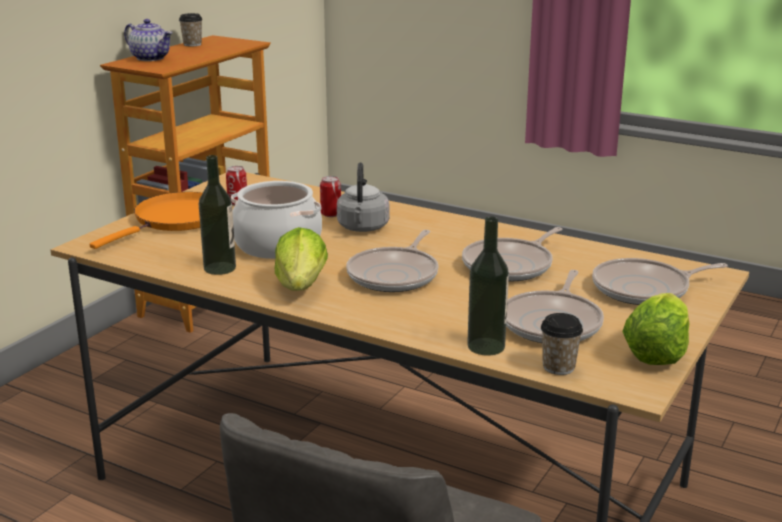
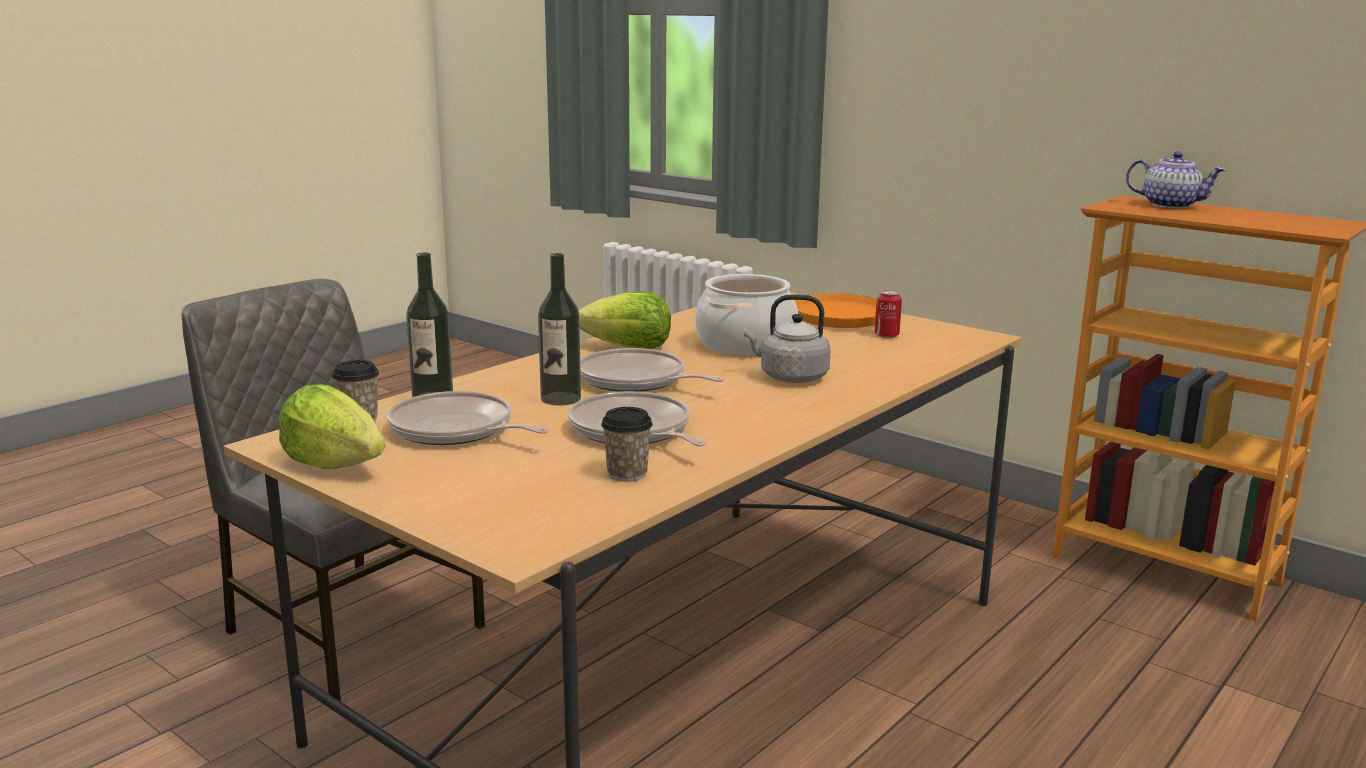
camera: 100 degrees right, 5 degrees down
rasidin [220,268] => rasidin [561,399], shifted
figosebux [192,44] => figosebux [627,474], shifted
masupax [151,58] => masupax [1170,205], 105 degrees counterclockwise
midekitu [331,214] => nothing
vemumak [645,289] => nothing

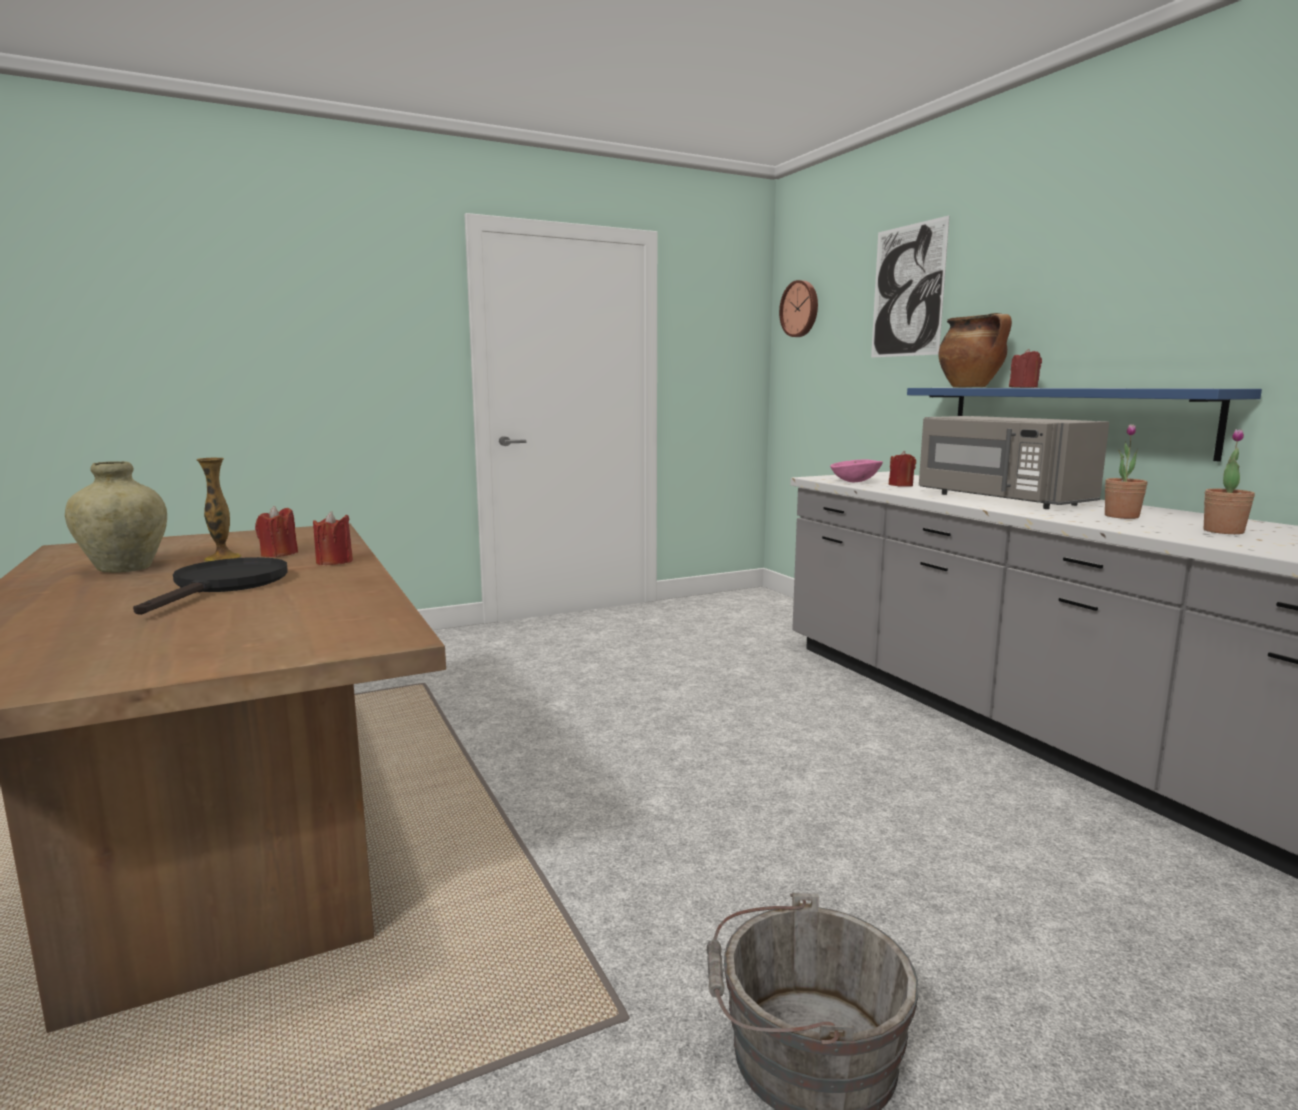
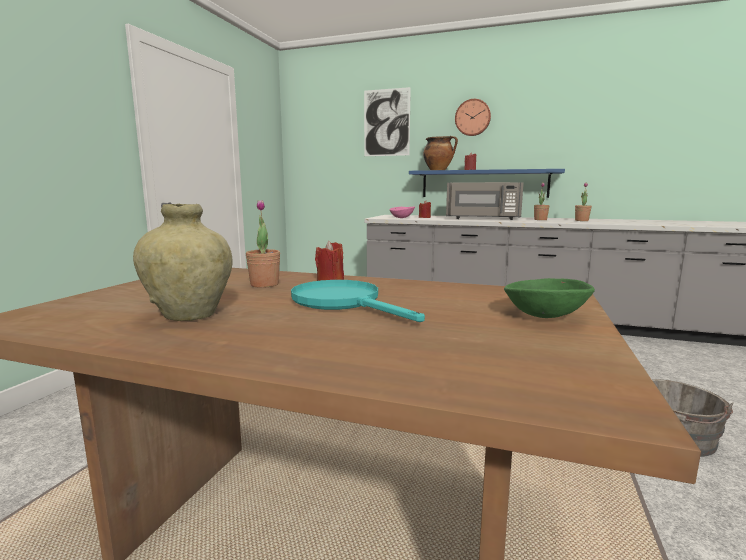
camera: 45 degrees left, 0 degrees up
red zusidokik [279,554] => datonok [264,284]
black vemumak [224,586] => turquoise vemumak [344,303]
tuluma [800,309] => tuluma [472,117], shifted
nothing => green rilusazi [544,317]
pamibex [223,558] => nothing

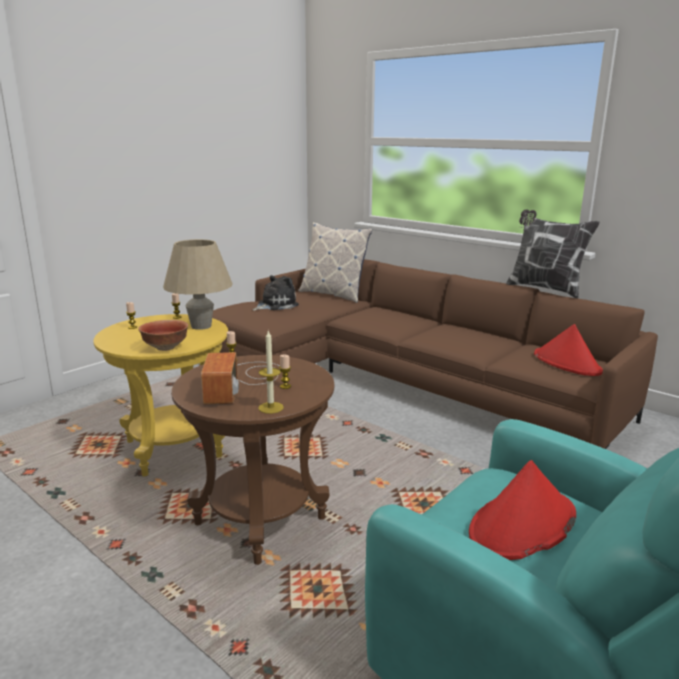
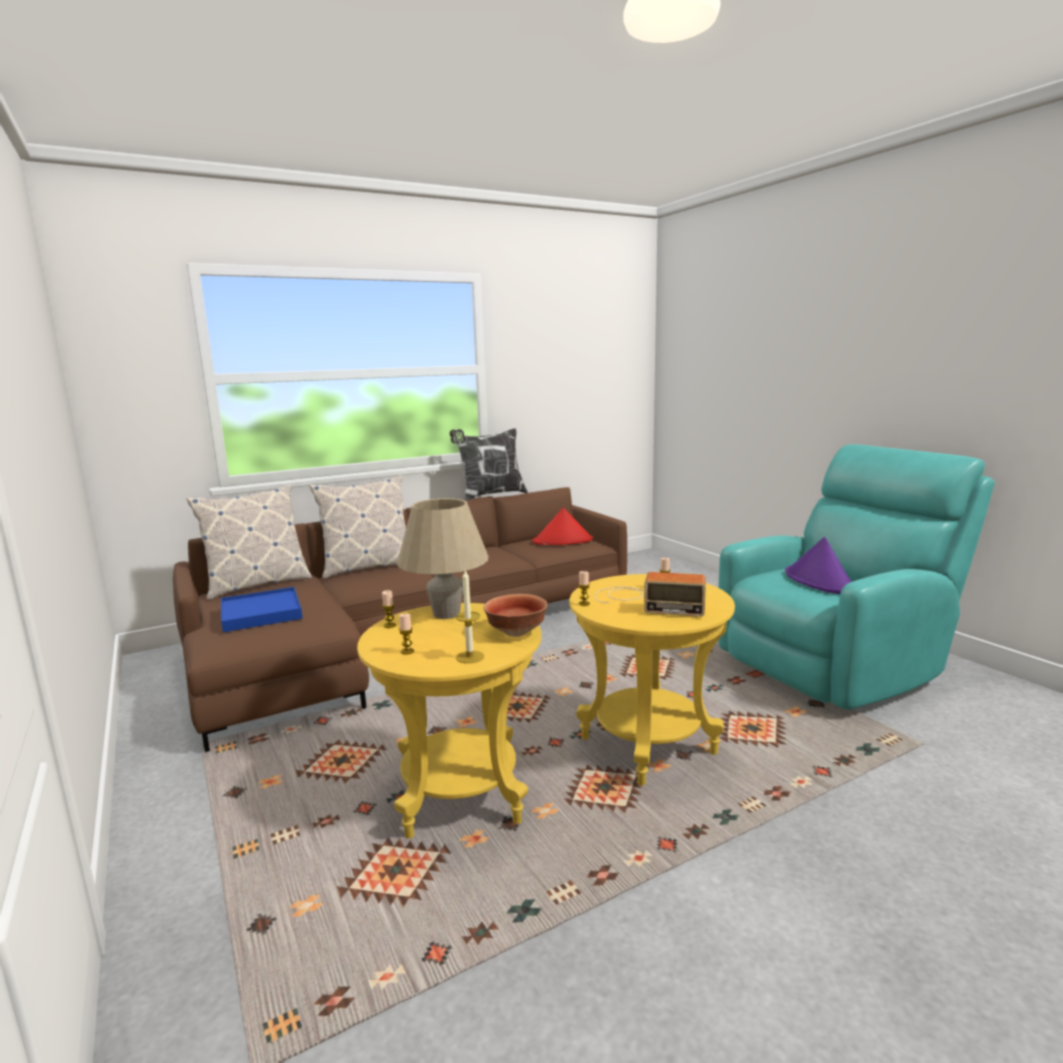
camera: 70 degrees left, 5 degrees down
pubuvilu [275,305] => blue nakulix [261,613]
nothing => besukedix [367,567]
zusidokik [271,407] => zusidokik [470,657], shifted
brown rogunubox [260,521] => yellow rogunubox [648,746]
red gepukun [522,525] => purple gepukun [819,581]

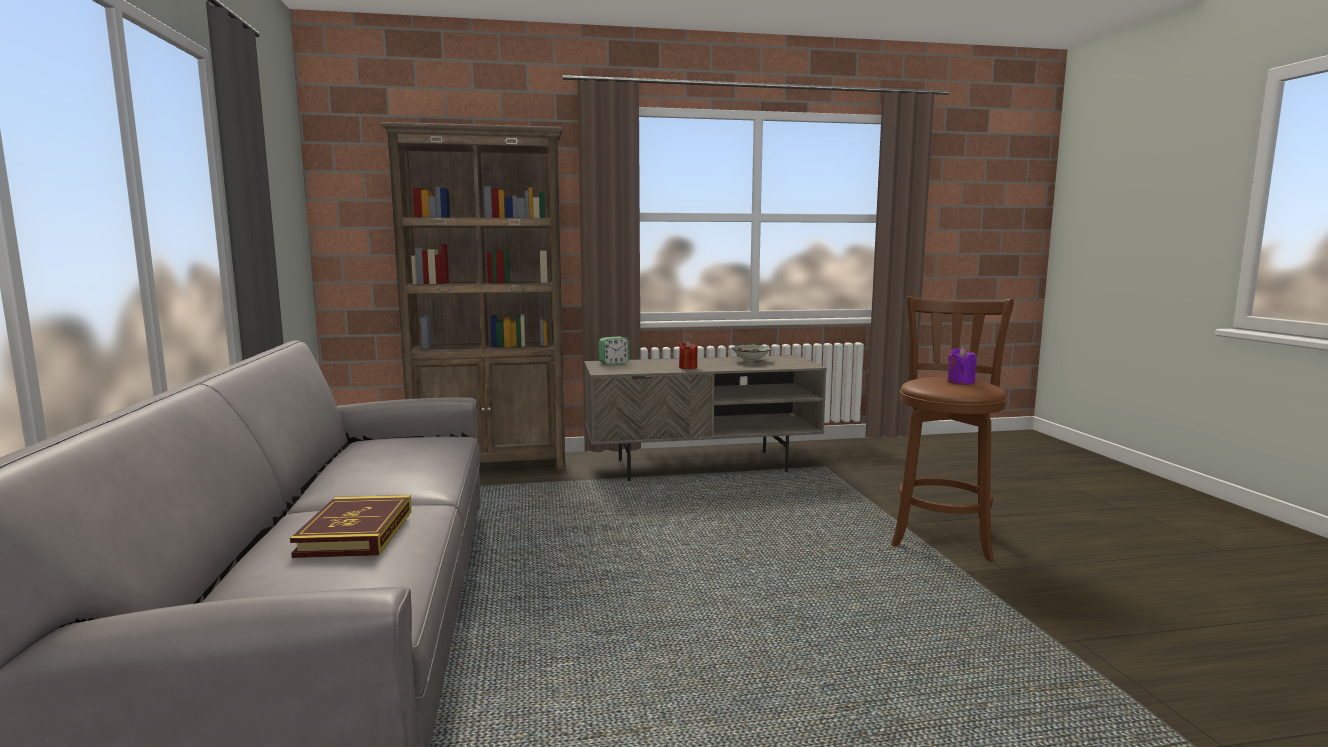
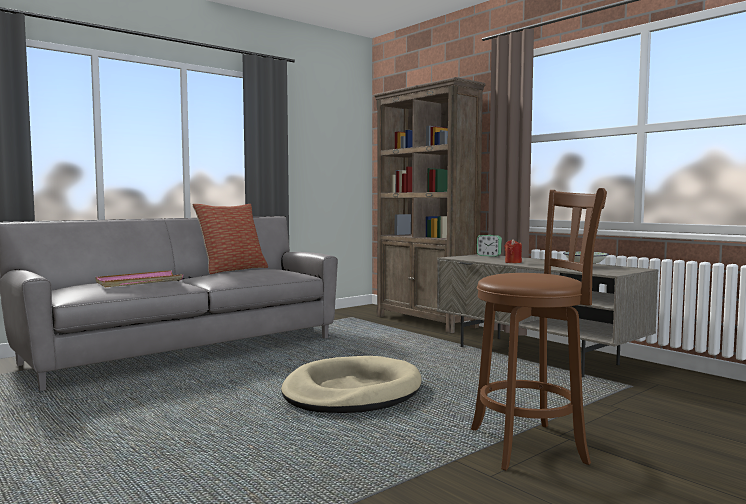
camera: 60 degrees right, 5 degrees down
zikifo [356,533] => pink nakulix [139,282]
nothing => besukedix [232,270]
nothing => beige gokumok [352,392]
purple zusidokik [960,382] => nothing

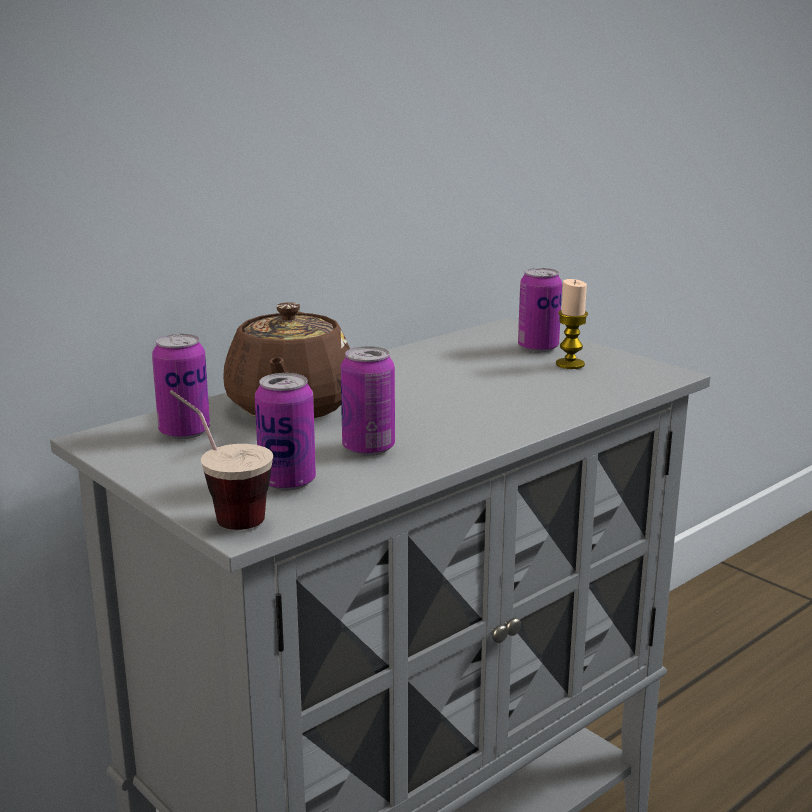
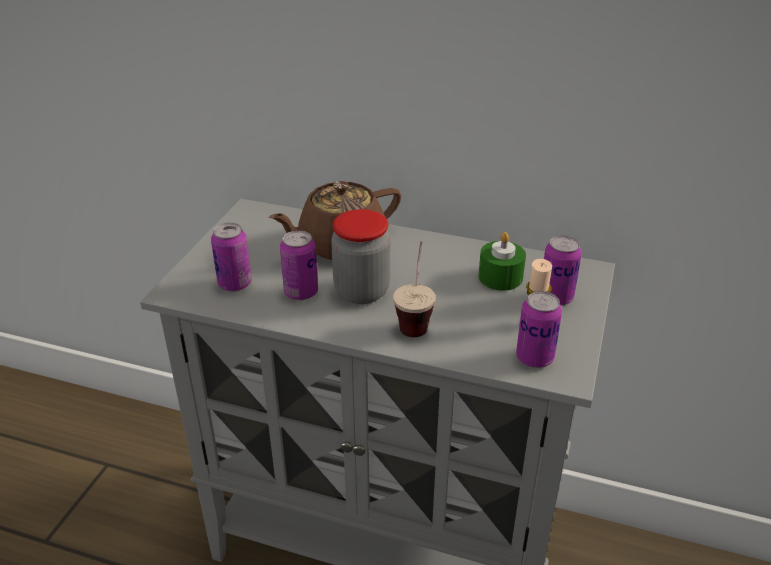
camera: 60 degrees right, 15 degrees up
nothing => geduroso [362,291]
figosebux [221,513] => figosebux [415,318], shifted
nothing => green zusidokik [500,277]
midekitu [184,432] => midekitu [534,358], shifted

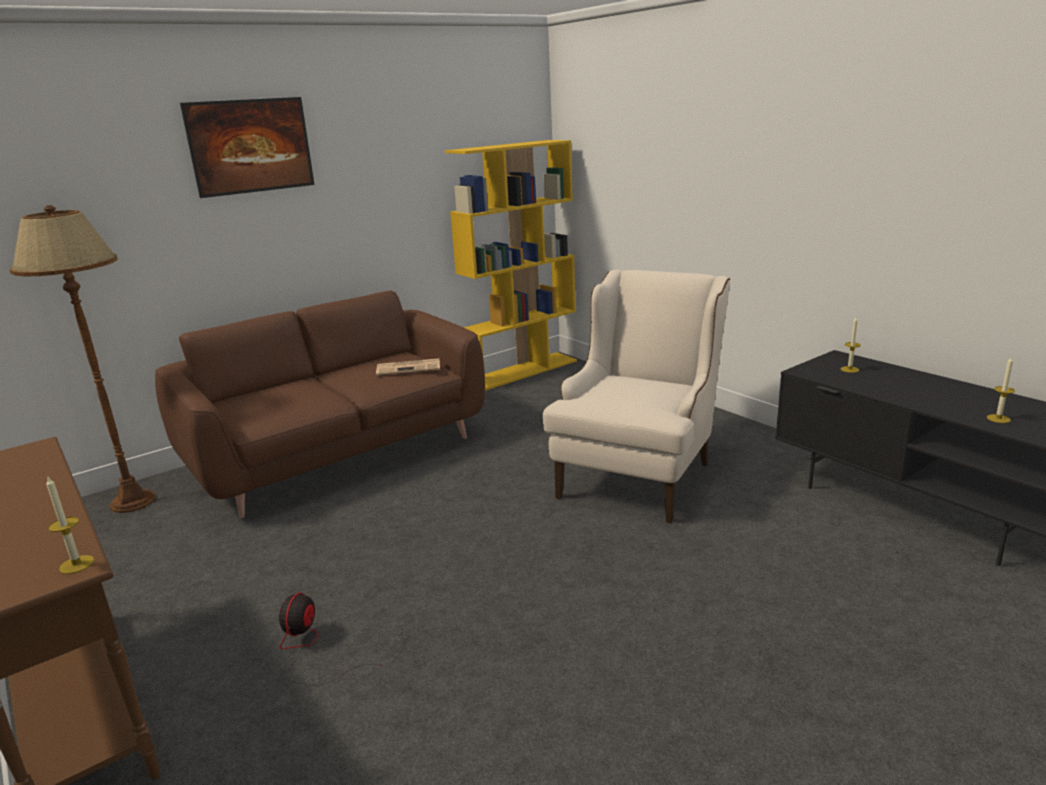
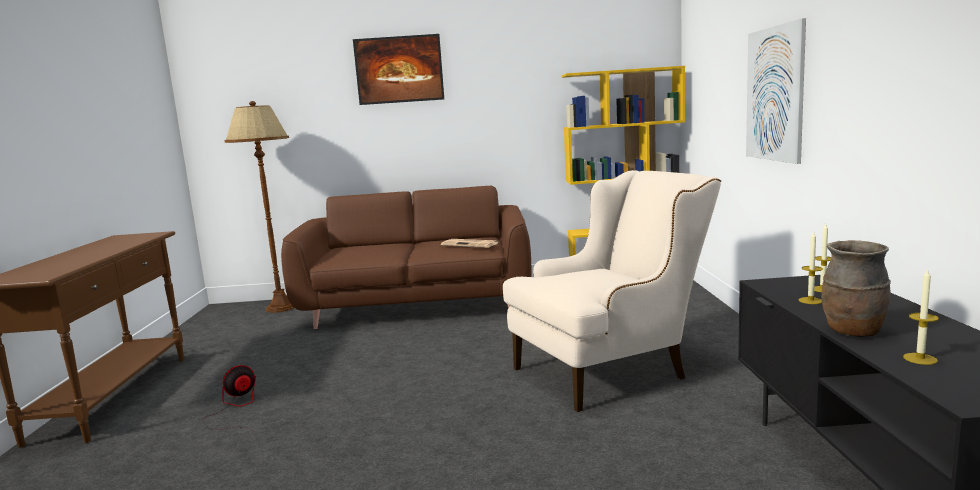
camera: 35 degrees right, 10 degrees down
nothing => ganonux [774,94]
zusidokik [77,564] => zusidokik [810,300], shifted
nothing => brown pamibex [853,332]

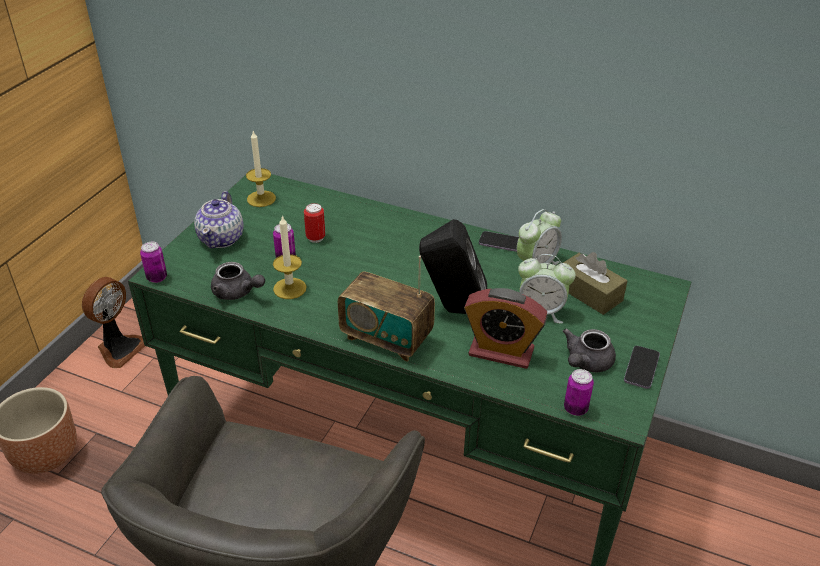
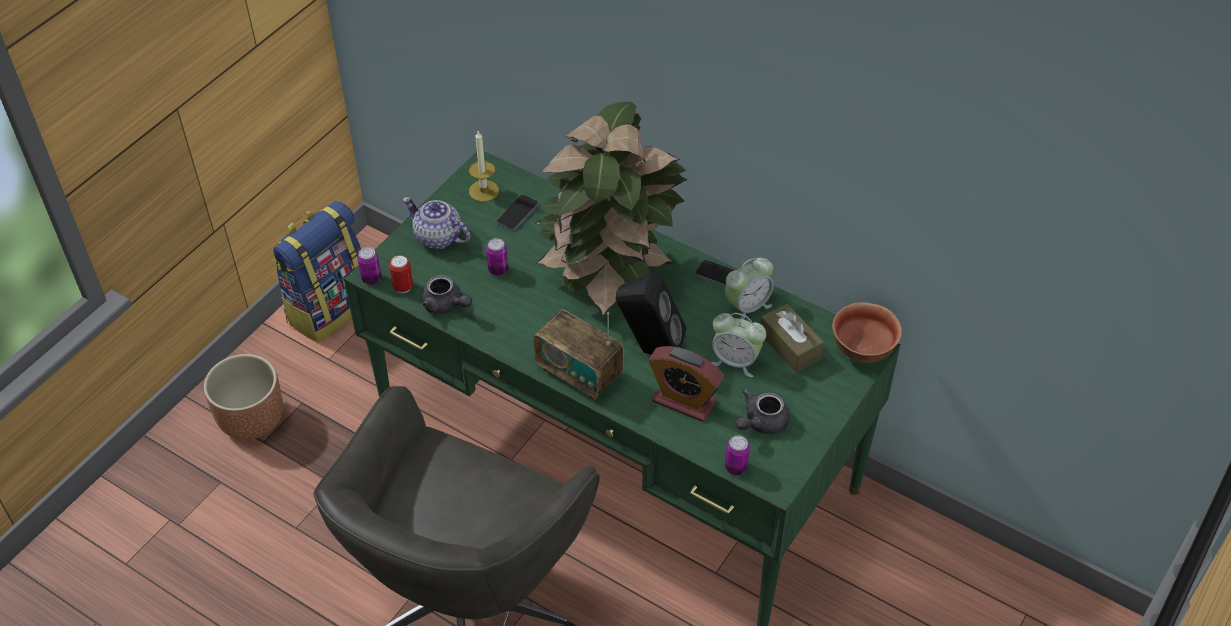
camera: 10 degrees right, 10 degrees up
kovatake [119,348] => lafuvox [329,308]
midekitu [315,238] => midekitu [403,287], shifted
masupax [222,238] => masupax [438,238], 105 degrees clockwise
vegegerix [641,368] => vegegerix [517,214], shifted
nothing => datonok [610,279]
nothing => rilusazi [861,348]
zusidokik [289,288] => nothing

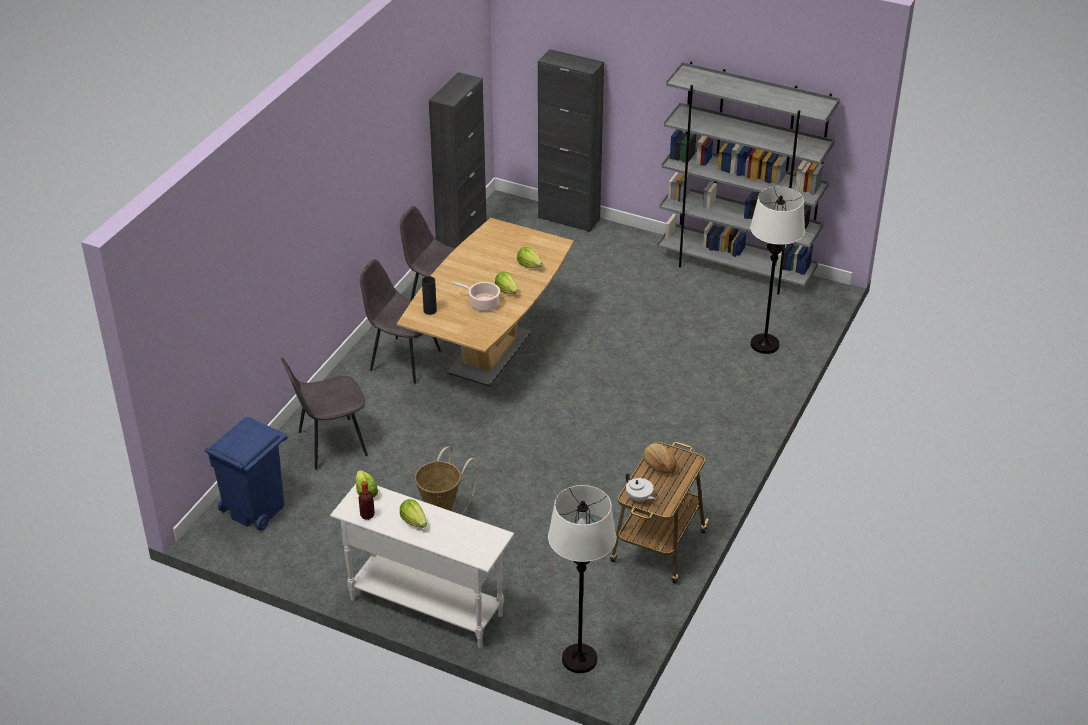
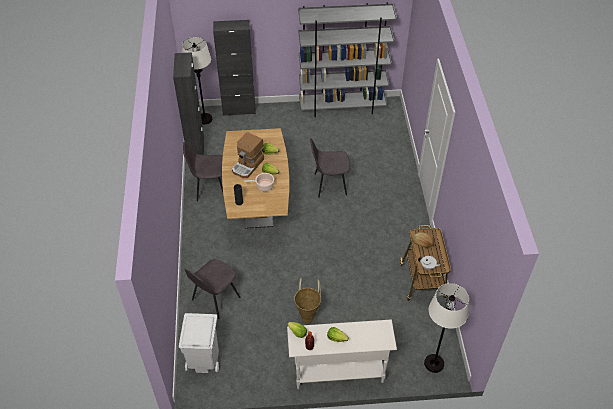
camera: 30 degrees left, 10 degrees up
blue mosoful [255,508] => white mosoful [203,359]
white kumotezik [765,344] => white kumotezik [204,119], shifted
nothing => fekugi [248,165]
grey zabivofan [403,359] => grey zabivofan [329,184], shifted

